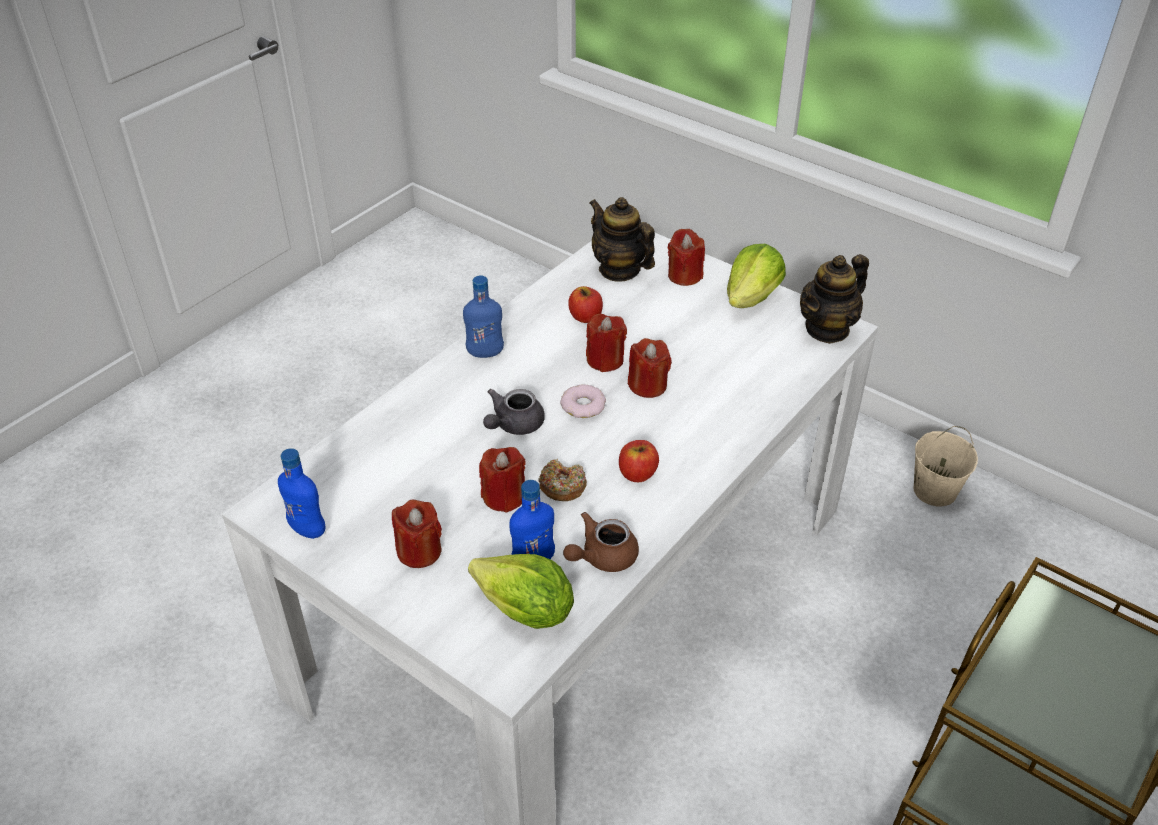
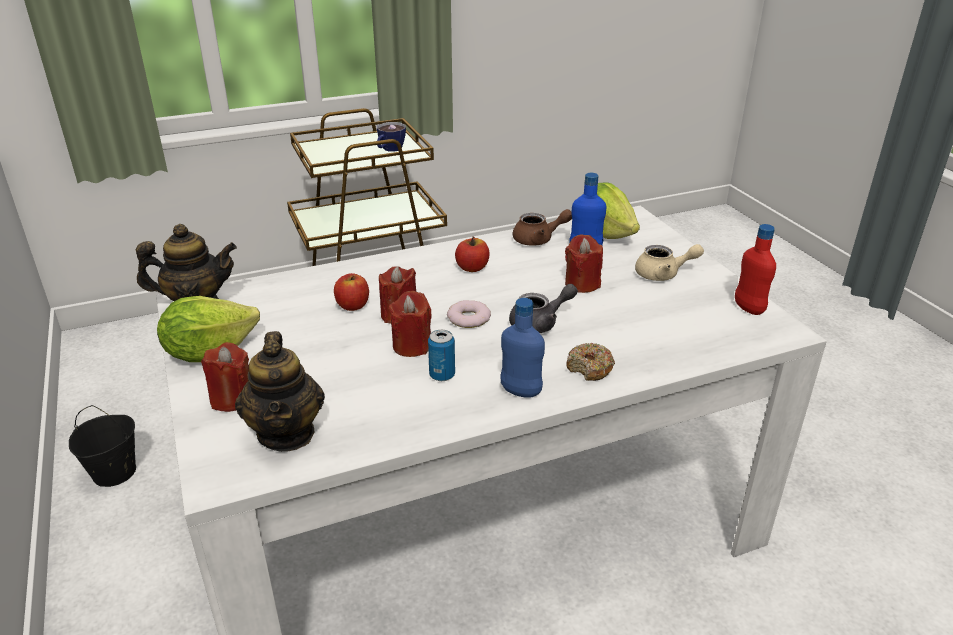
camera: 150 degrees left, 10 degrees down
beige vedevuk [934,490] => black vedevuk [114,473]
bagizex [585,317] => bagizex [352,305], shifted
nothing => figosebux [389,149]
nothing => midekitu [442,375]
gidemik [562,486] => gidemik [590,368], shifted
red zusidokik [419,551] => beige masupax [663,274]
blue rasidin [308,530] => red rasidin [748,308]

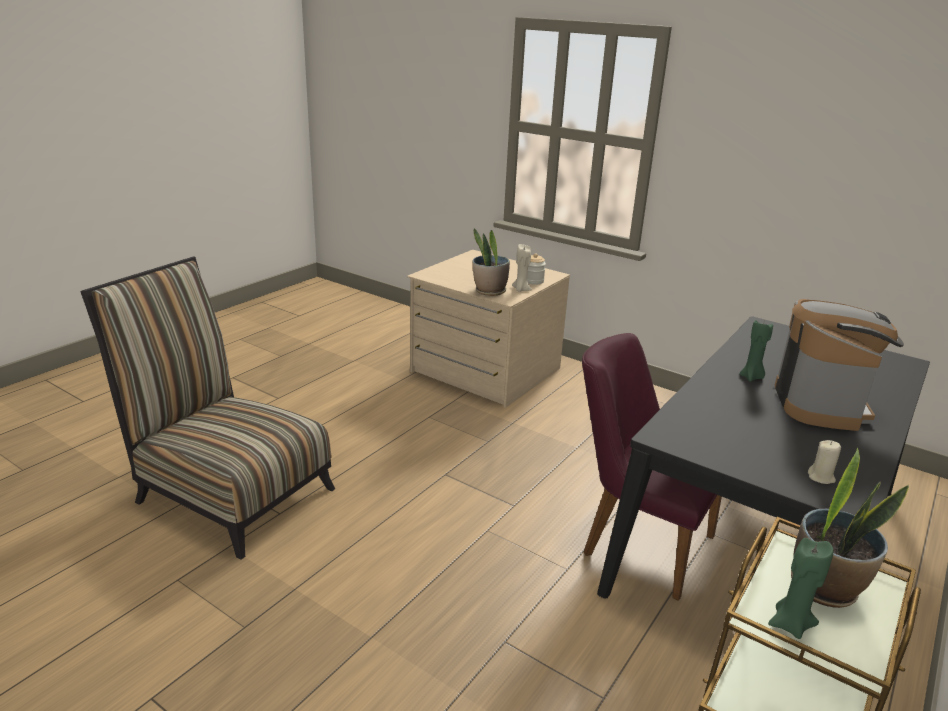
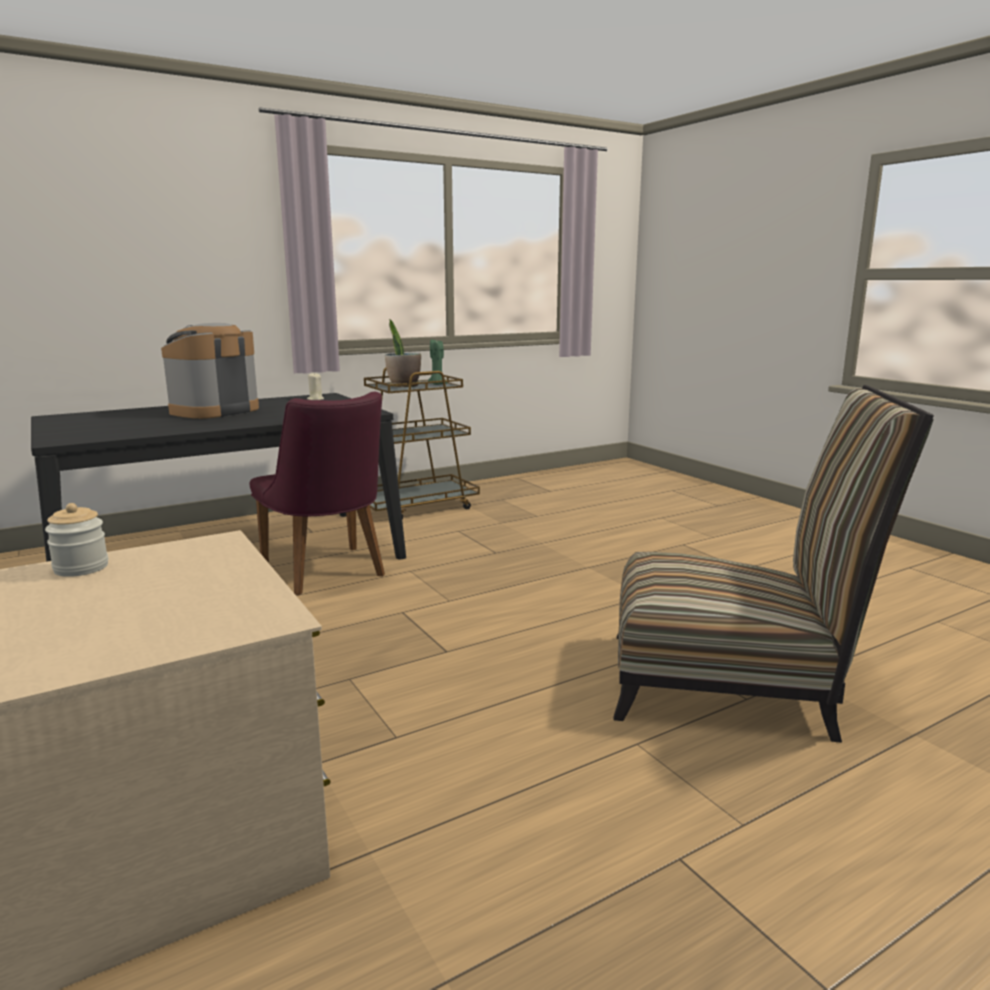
camera: 155 degrees left, 10 degrees down
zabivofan [228,490] => zabivofan [733,684], 45 degrees counterclockwise
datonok [489,291] => nothing
beige zusidokik [521,289] => nothing
green zusidokik [751,377] => nothing

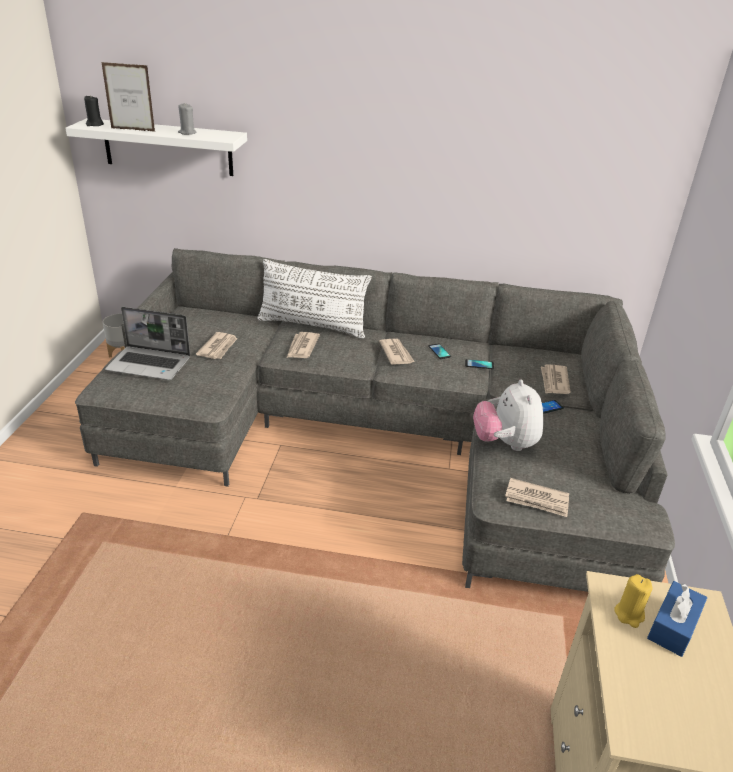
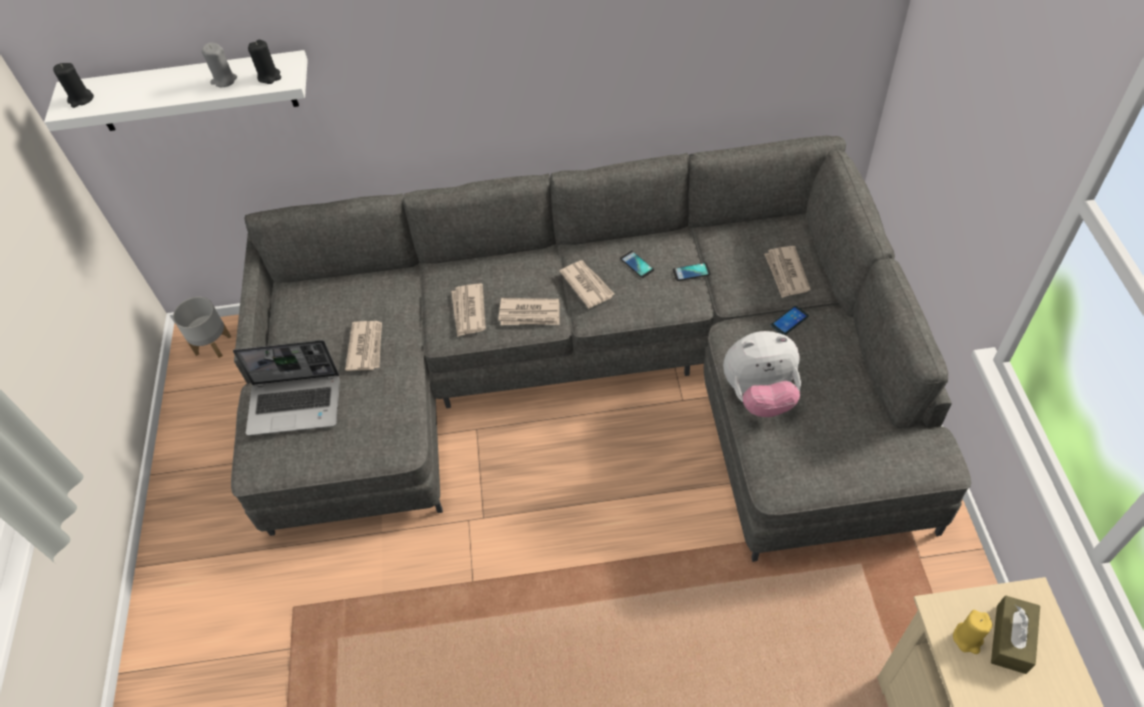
camera: 10 degrees left, 20 degrees up
nothing => black zusidokik [269,76]
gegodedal [537,500] => gegodedal [530,314], shifted
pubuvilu [505,443] => pubuvilu [760,395], 75 degrees counterclockwise
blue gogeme [673,626] => brown gogeme [1011,639]
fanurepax [133,130] => nothing
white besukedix [312,325] => nothing

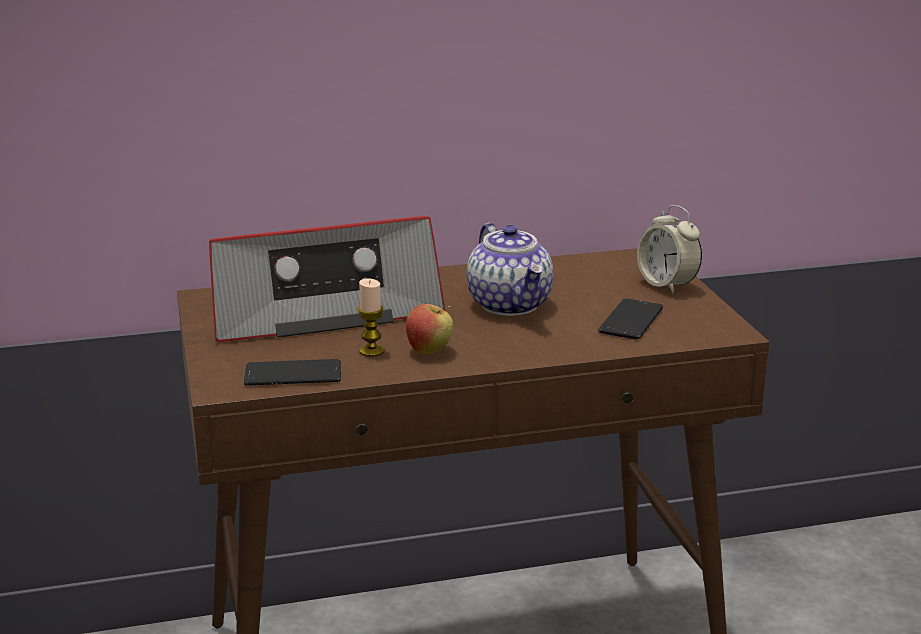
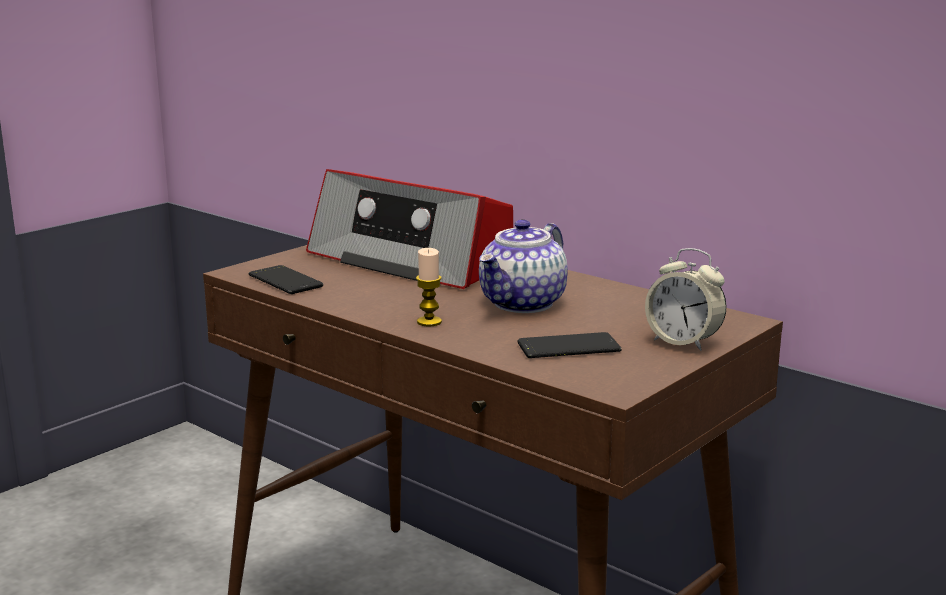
camera: 55 degrees right, 5 degrees down
zusidokik [371,351] => zusidokik [429,322], shifted
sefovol [667,285] => sefovol [683,342], 75 degrees counterclockwise
bagizex [429,351] => nothing

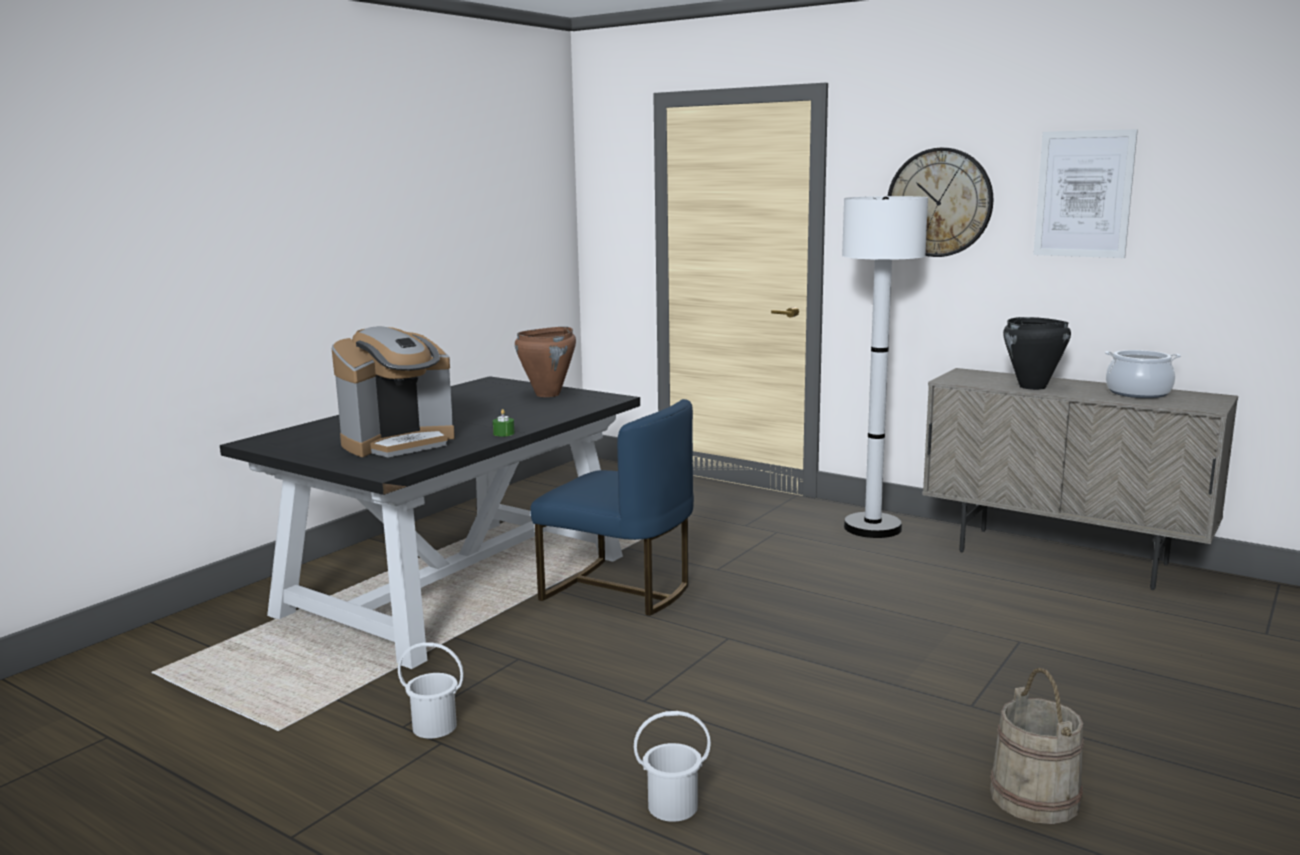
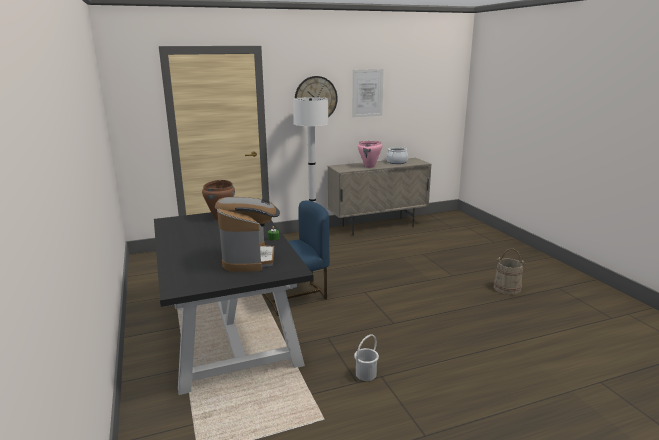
camera: 55 degrees left, 5 degrees up
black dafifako [1032,387] => pink dafifako [369,167]
white vedevuk [672,805] => nothing

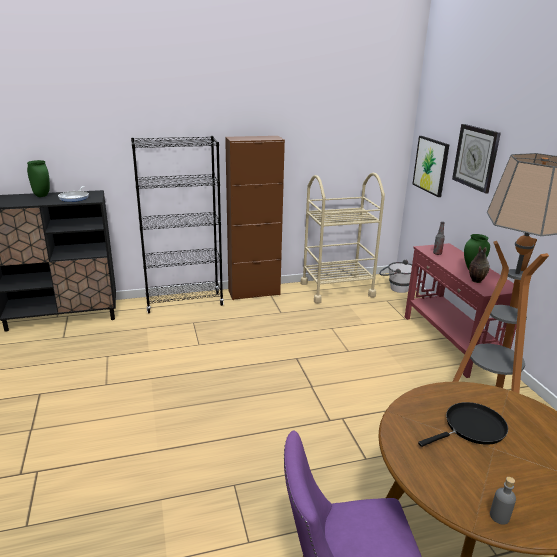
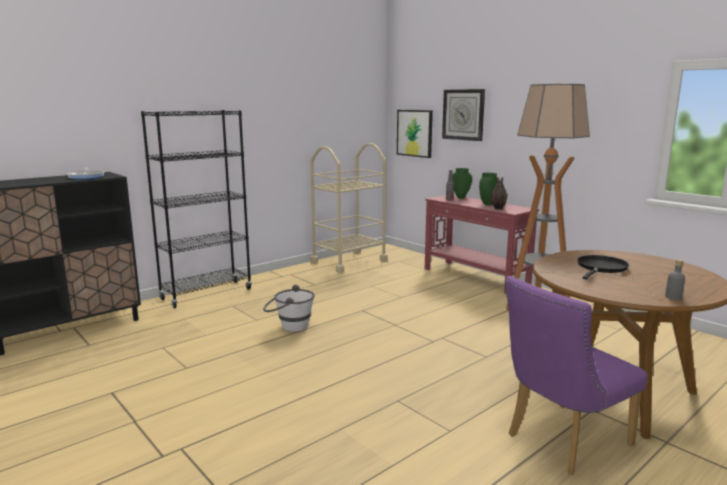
camera: 25 degrees left, 10 degrees down
white vedevuk [395,288] => white vedevuk [289,326], shifted
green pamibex [42,195] => green pamibex [460,198], shifted
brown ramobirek [254,293] => nothing

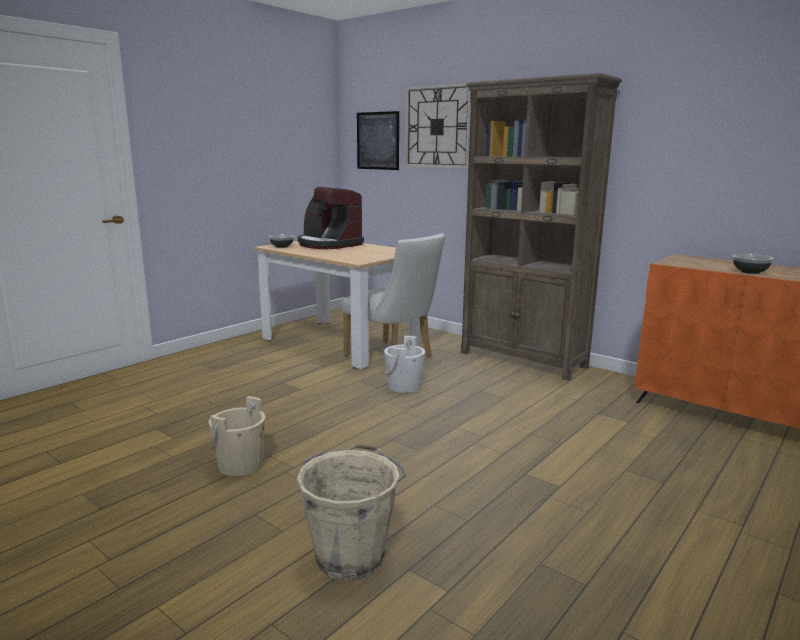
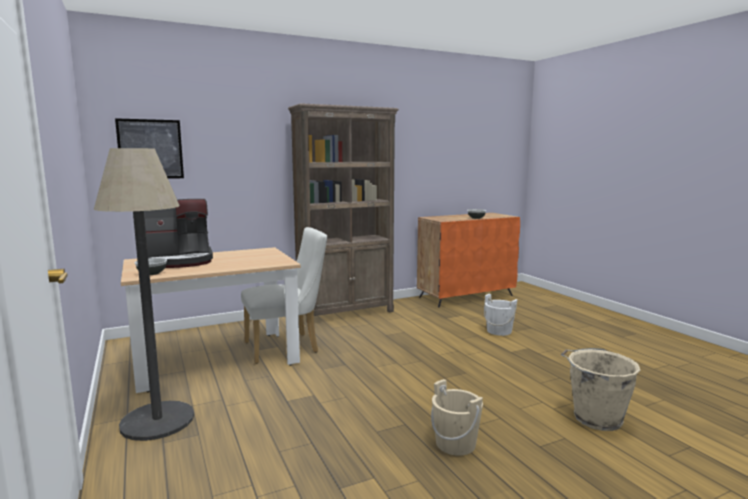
camera: 65 degrees left, 5 degrees down
nothing => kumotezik [157,421]
white vedevuk [404,386] => white vedevuk [499,331], shifted
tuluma [438,127] => nothing

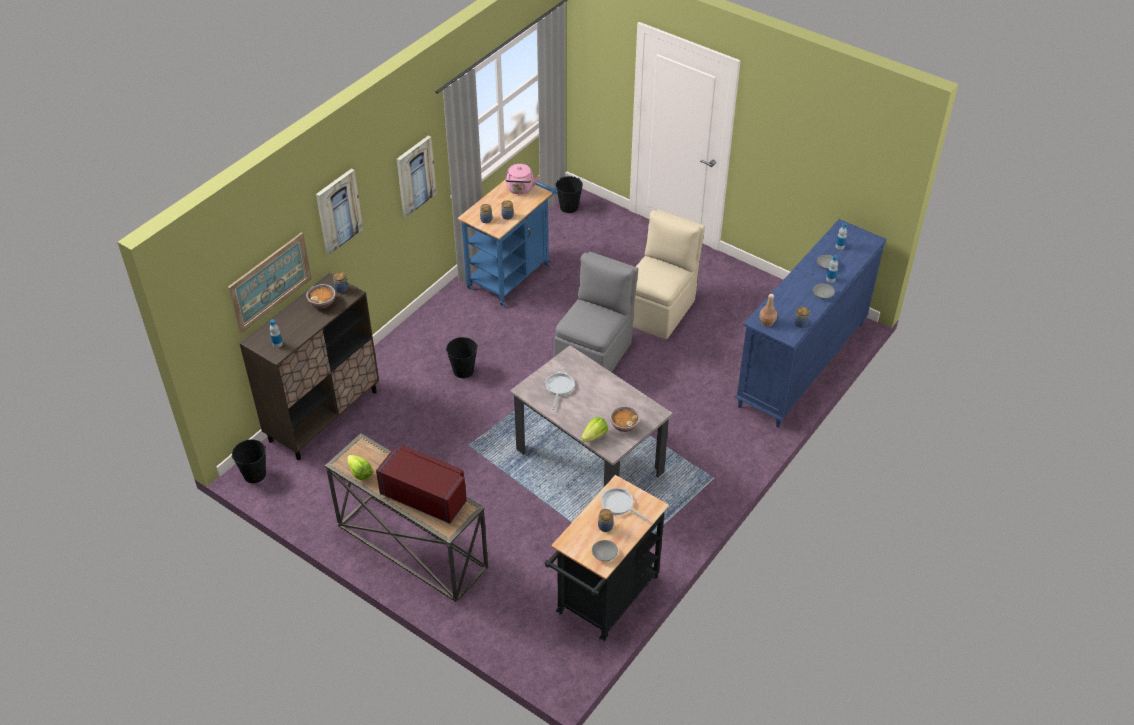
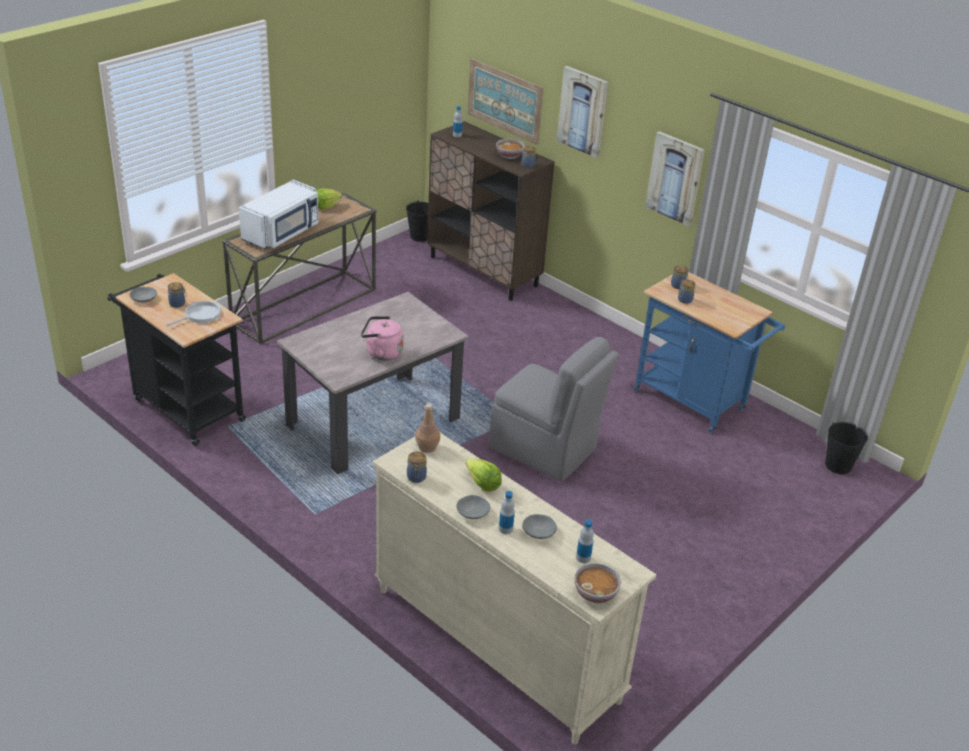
camera: 95 degrees right, 10 degrees down
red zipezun [425,497] => white zipezun [282,233]
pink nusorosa [520,189] => pink nusorosa [381,352], shifted
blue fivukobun [801,365] => beige fivukobun [495,643]
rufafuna [594,436] => rufafuna [482,484], shifted
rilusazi [624,425] => rilusazi [595,593], shifted
black vedevuk [463,370] => nothing
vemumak [559,388] => nothing
beige zabivofan [659,310] => nothing

